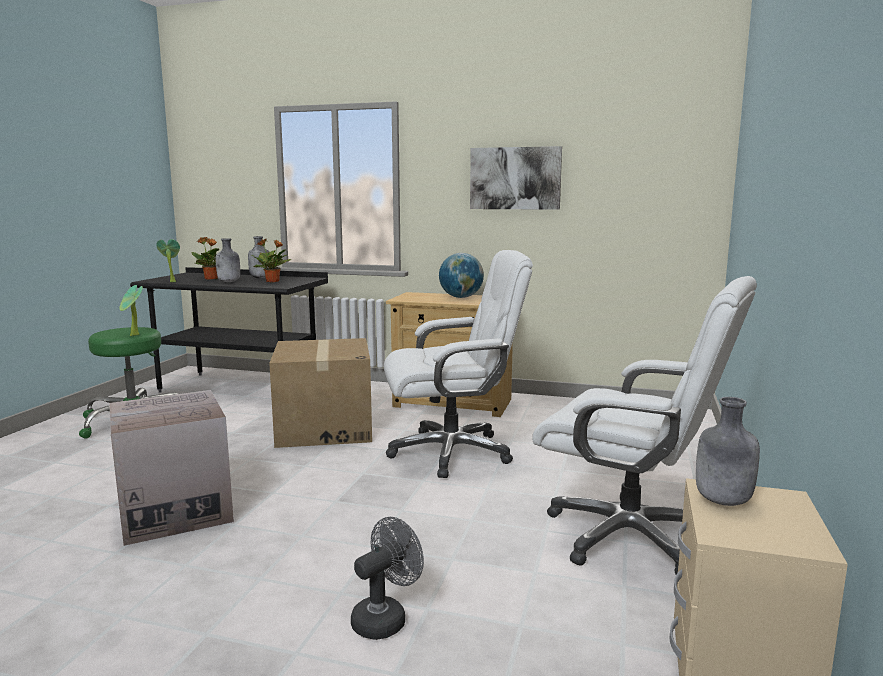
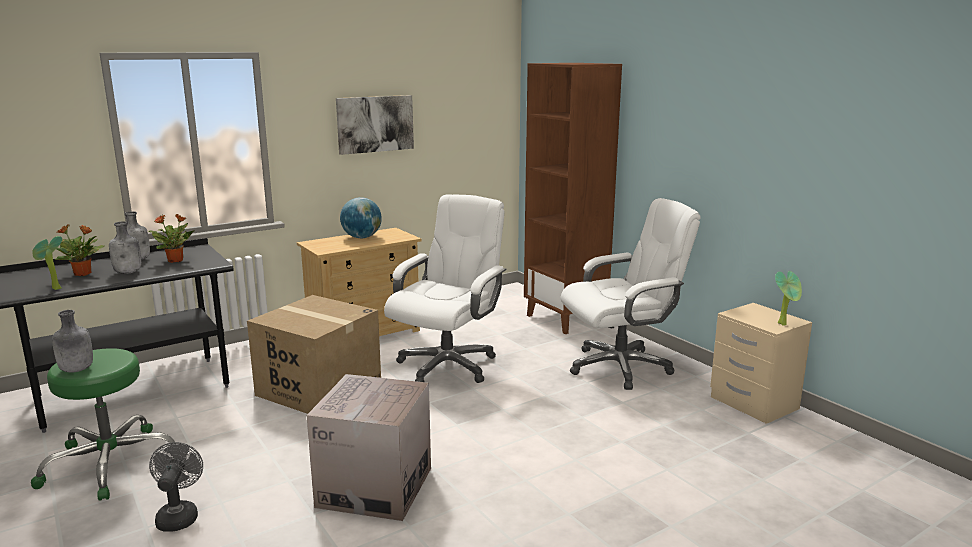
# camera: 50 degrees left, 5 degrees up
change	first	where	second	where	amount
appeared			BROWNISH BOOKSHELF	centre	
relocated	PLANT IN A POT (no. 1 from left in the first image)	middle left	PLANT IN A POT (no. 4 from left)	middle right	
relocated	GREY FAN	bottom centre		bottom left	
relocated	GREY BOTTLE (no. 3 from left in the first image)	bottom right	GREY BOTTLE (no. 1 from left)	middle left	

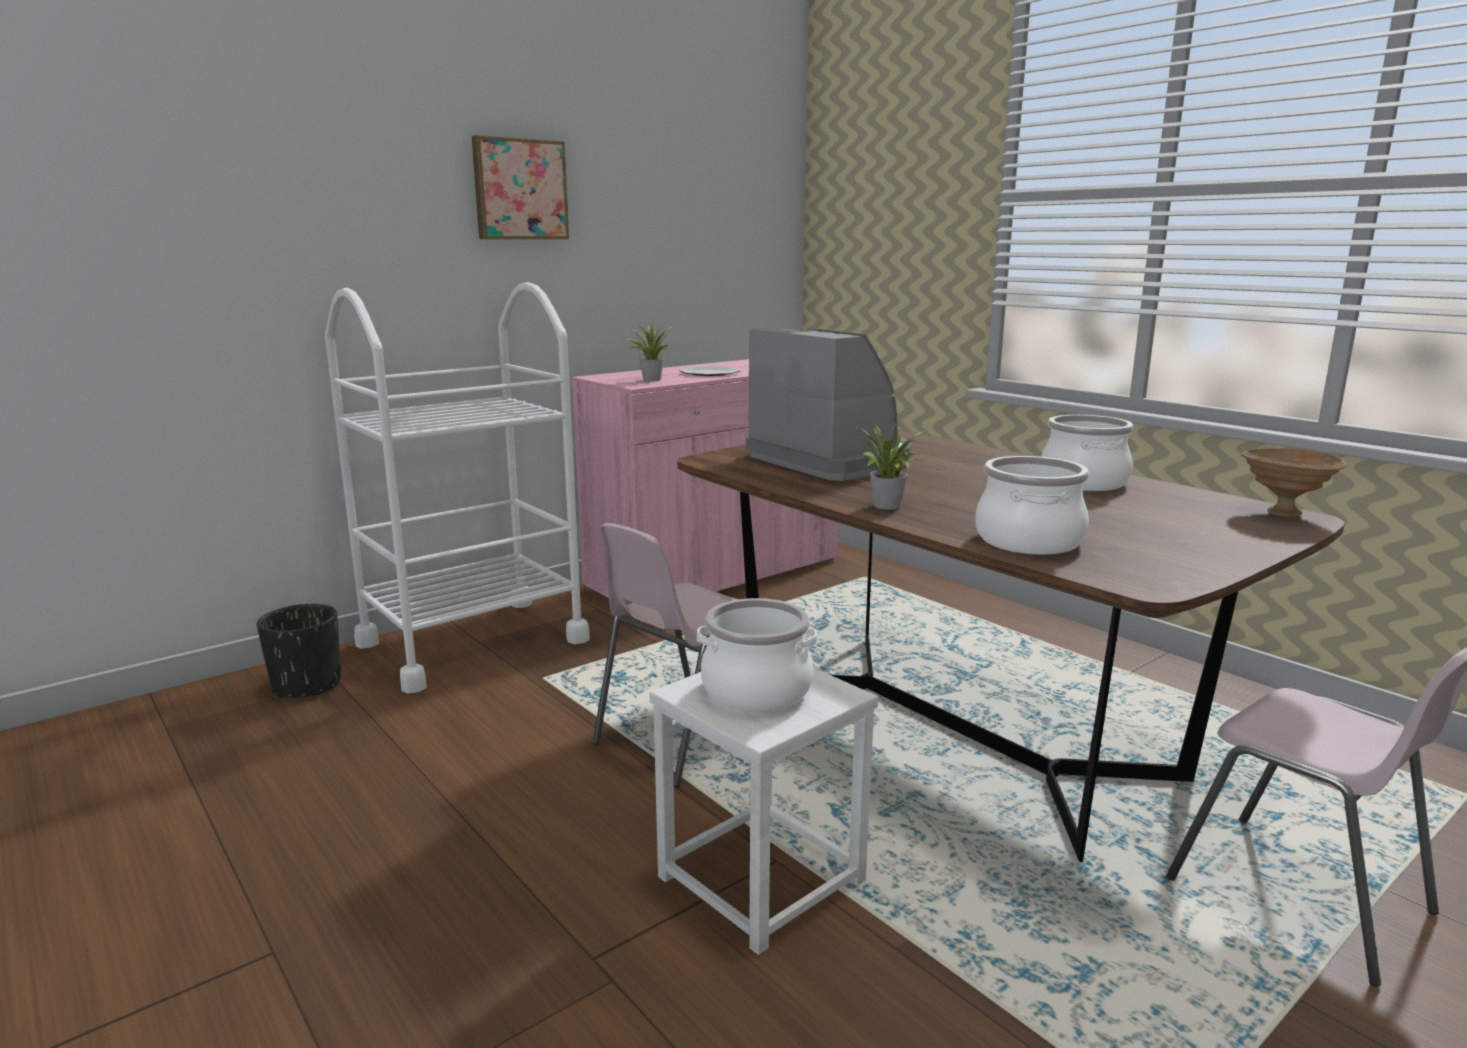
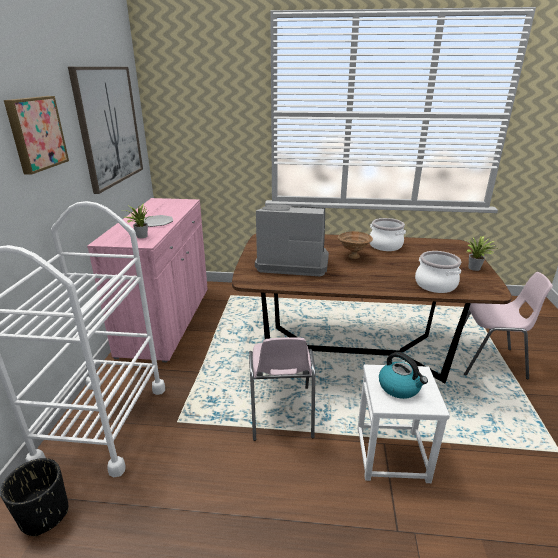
# camera: 45 degrees left, 10 degrees up
change	first	where	second	where	amount
appeared			WALL ART (no. 2 from left)	top left	
relocated	PLANT IN A POT (no. 2 from left)	centre		middle right	
relocated	BROWNISH DEEP DISH	middle right		centre	
exchanged	STOCKPOT (no. 1 from left)	centre	WATER KETTLE	bottom right	

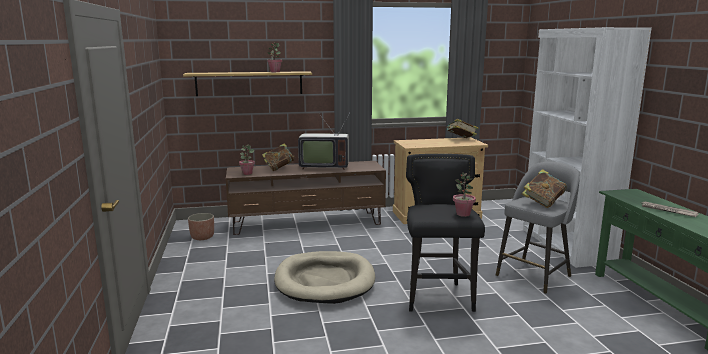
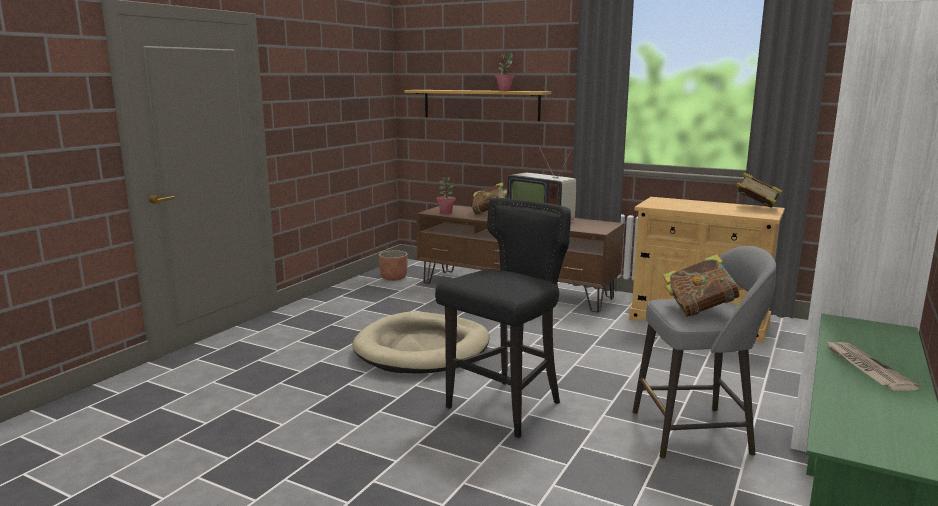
# camera: 40 degrees right, 0 degrees up
change	first	where	second	where	amount
missing	PLANT IN A POT (no. 3 from left)	centre			

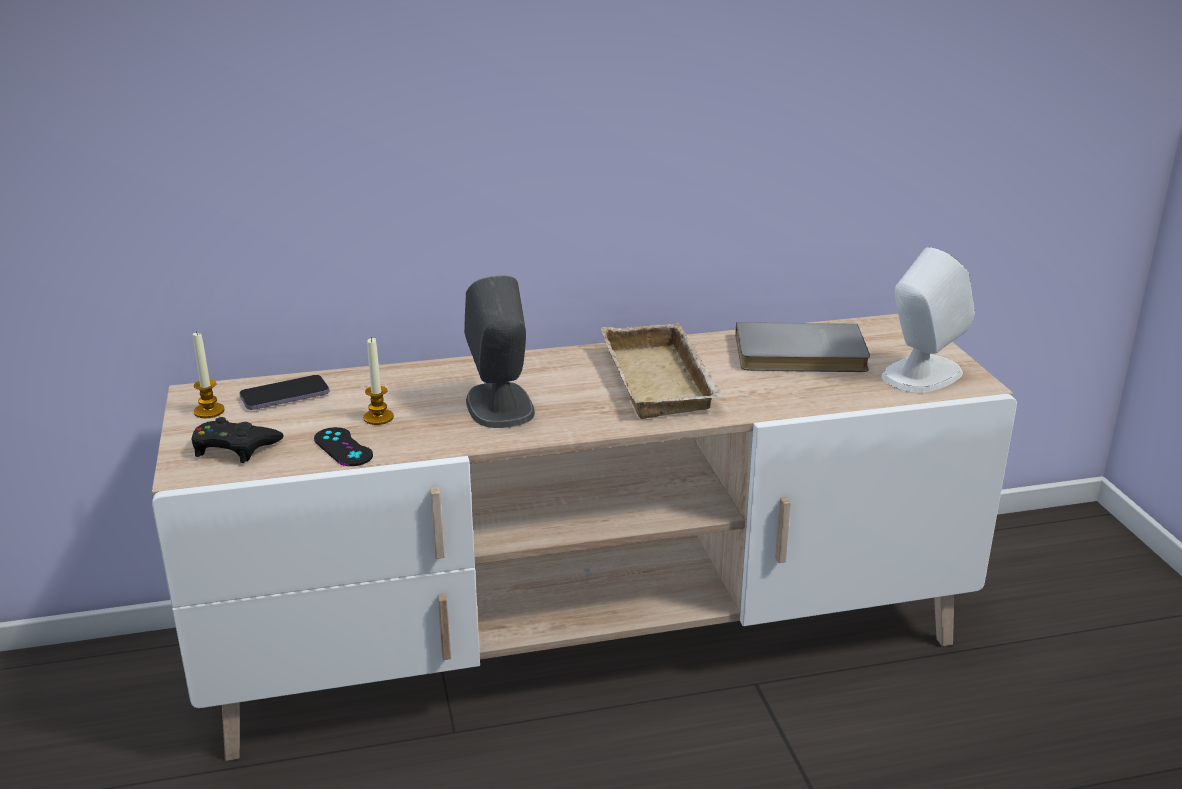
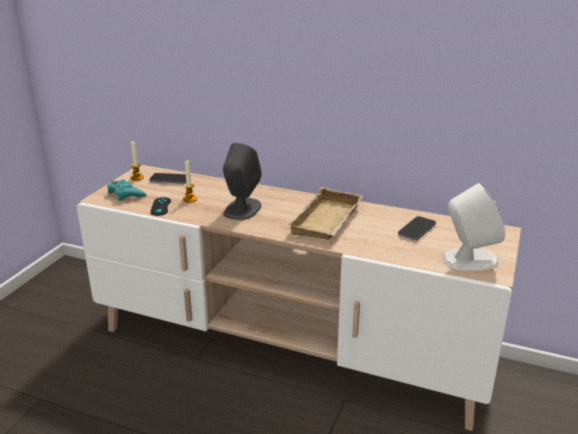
# camera: 35 degrees right, 0 degrees up
change	first	where	second	where	amount
exchanged	GREY VOLUME	middle right	HANDSET (no. 2 from left)	middle right	
colour	BLACKISH GAMEPAD (no. 1 from left)	middle left	TURQUOISE-COLOURED GAMEPAD	middle left	

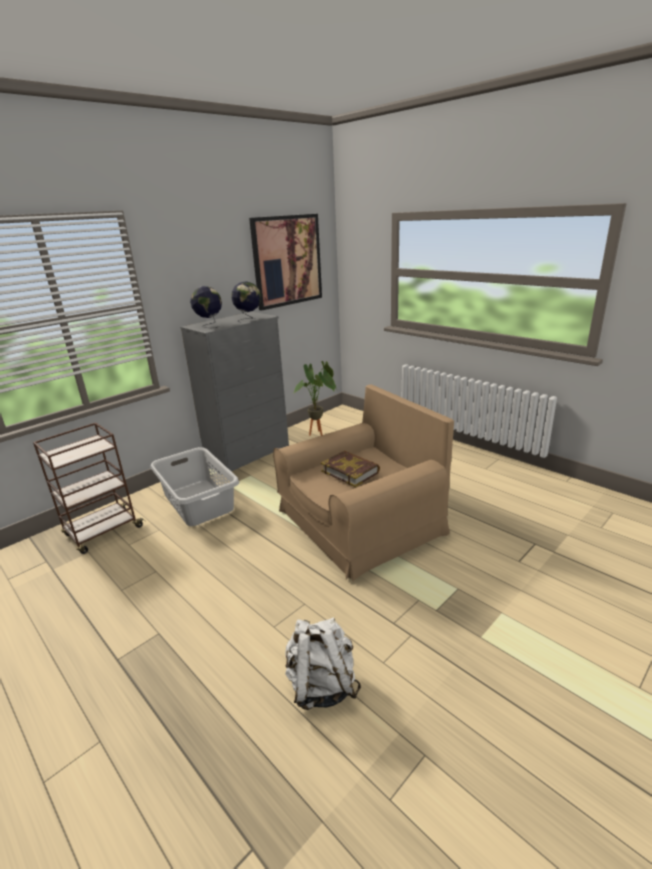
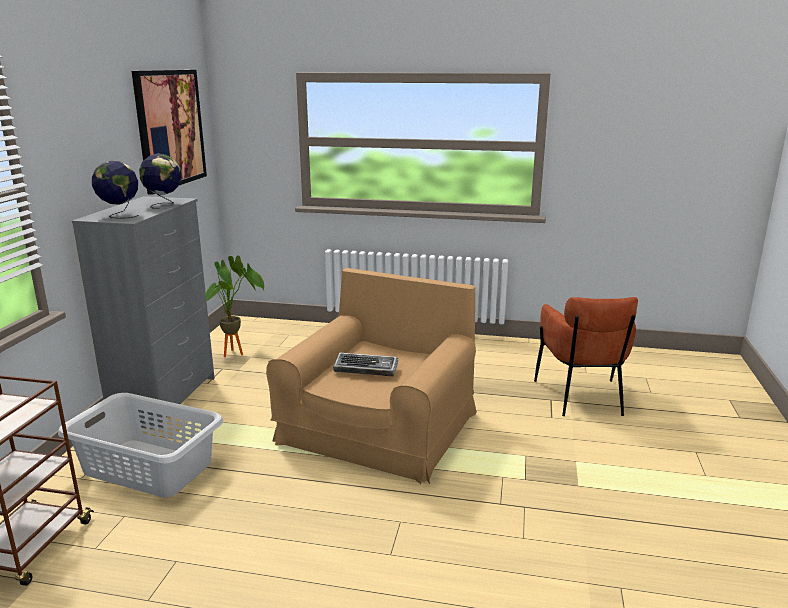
# camera: 35 degrees left, 5 degrees down
change	first	where	second	where	amount
missing	WHITE-COLOURED BACKPACK	bottom centre			
appeared			BROWNISH ARMCHAIR (no. 2 from left)	middle right	
exchanged	VOLUME	centre	KEYBOARD	centre	

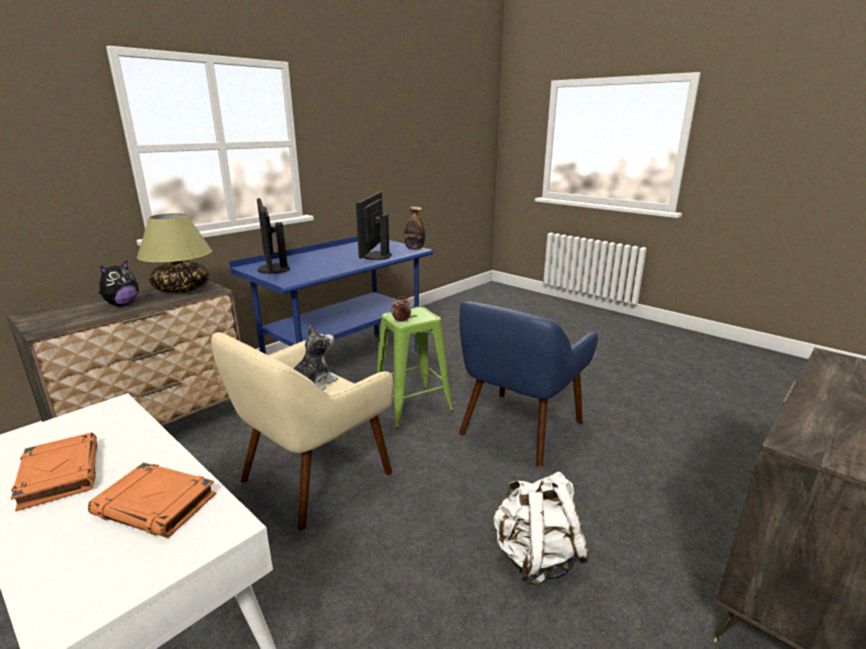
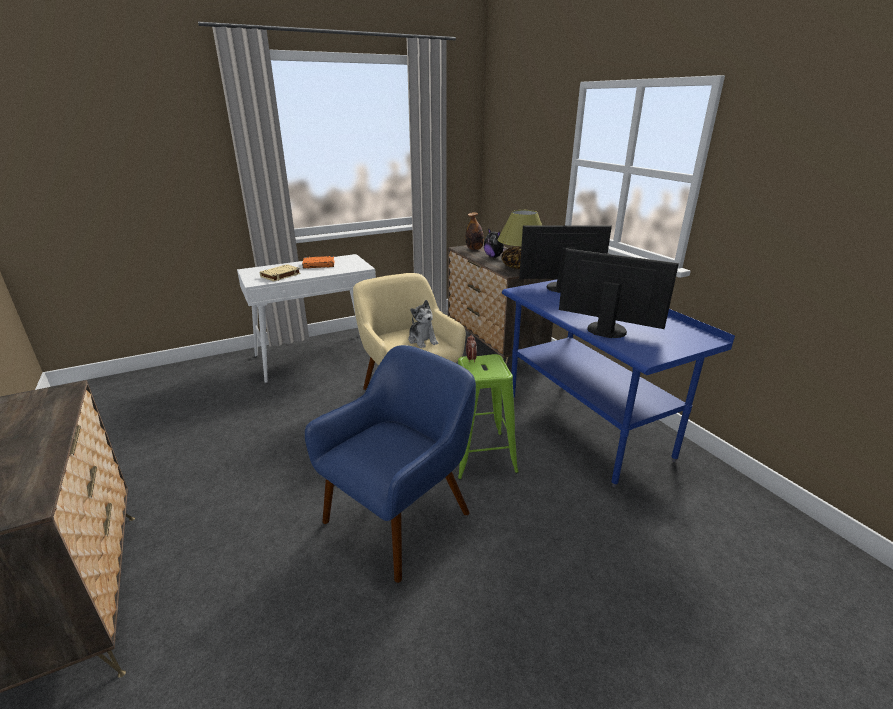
# camera: 110 degrees right, 5 degrees up
change	first	where	second	where	amount
missing	WHITE-COLOURED BACKPACK	bottom centre			
relocated	BOTTLE	centre		top centre	
colour	ORANGEY VOLUME (no. 2 from left)	bottom left	BEIGE-COLOURED VOLUME	middle left	
spun	BLUISH ARMCHAIR	centre		centre	75 degrees clockwise

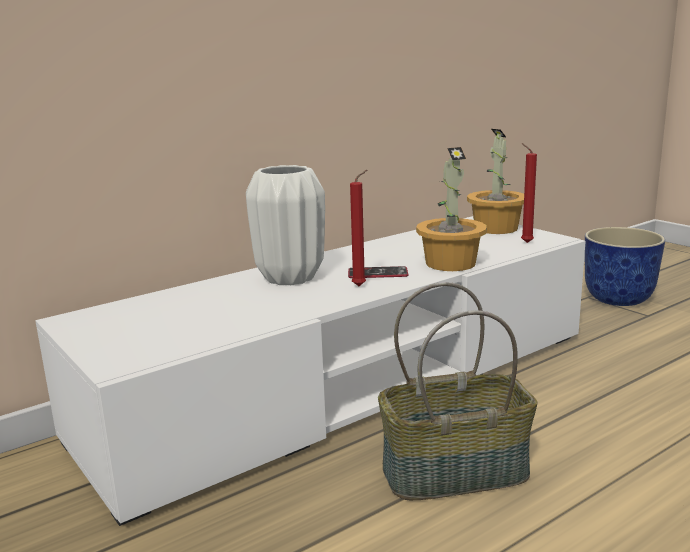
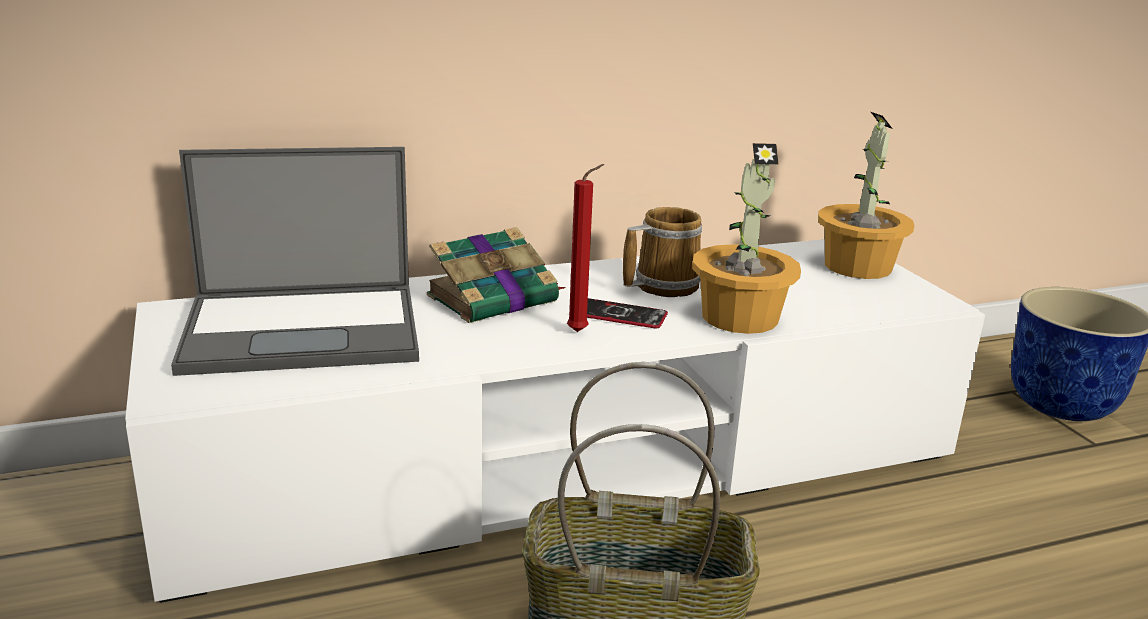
# camera: 15 degrees right, 5 degrees up
change	first	where	second	where	amount
missing	RED-COLOURED CANDLE (no. 2 from left)	middle right			
appeared			PORTABLE COMPUTER	middle left	
appeared			TEA MUG	centre	
exchanged	WHITE-COLOURED VASE	centre	VOLUME	centre	

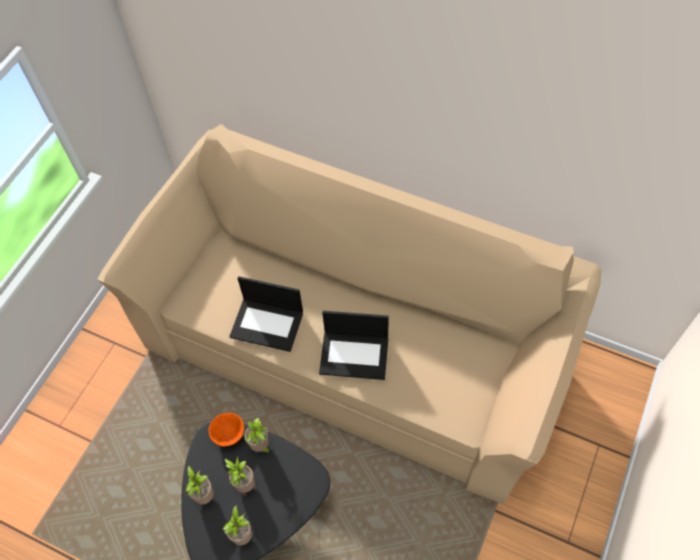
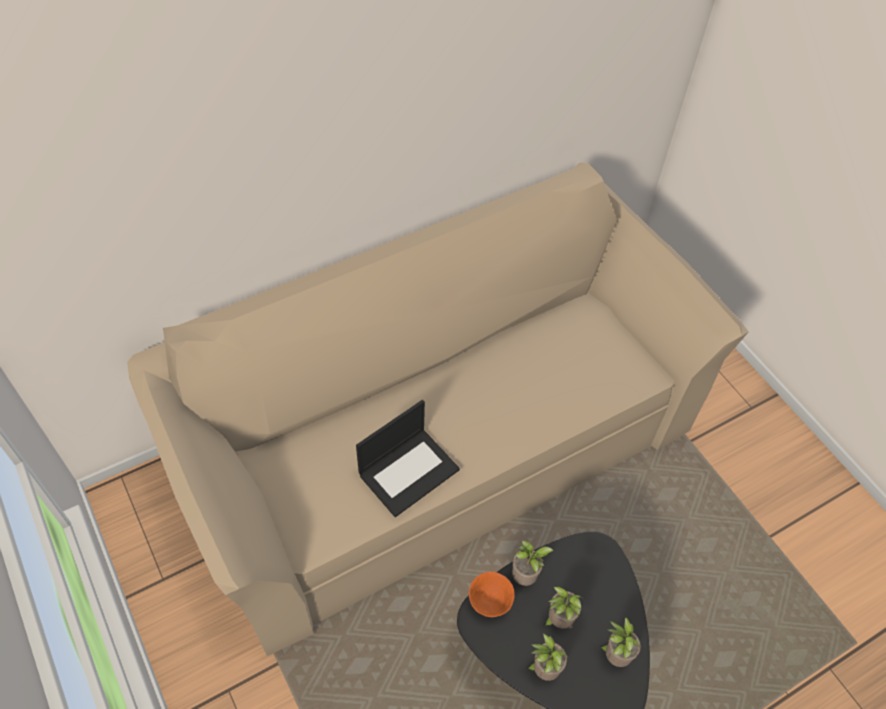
# camera: 60 degrees left, 5 degrees down
change	first	where	second	where	amount
missing	PORTABLE COMPUTER (no. 2 from left)	centre			

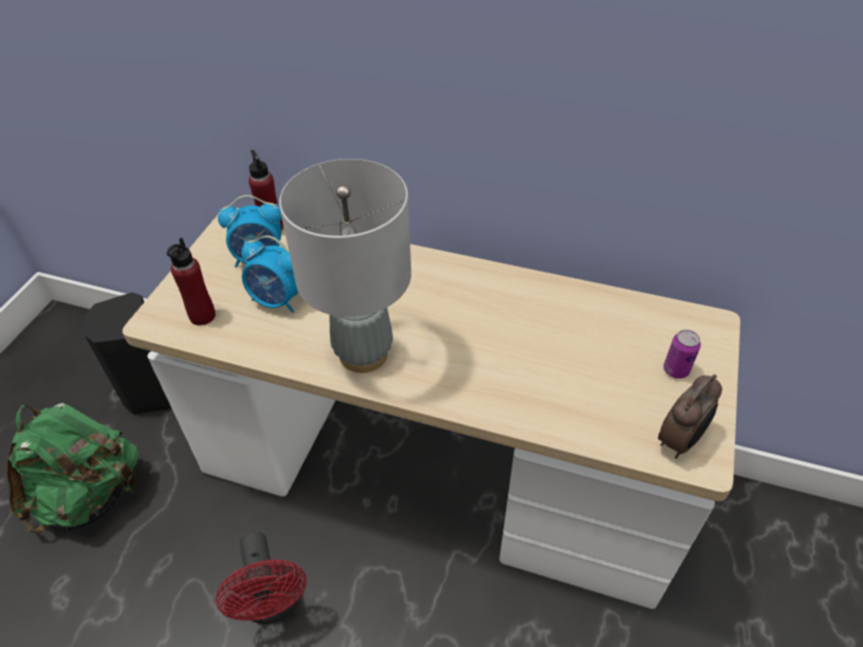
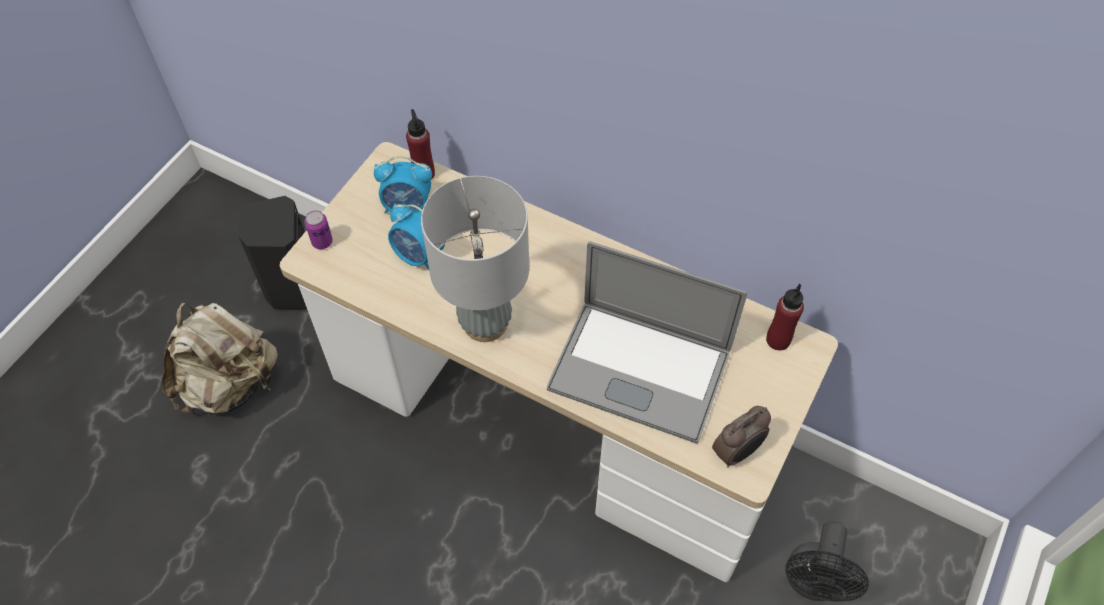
# camera: 10 degrees right, 10 degrees up
change	first	where	second	where	amount
missing	RED-COLOURED FAN	bottom left			
appeared			PORTABLE COMPUTER	centre	
appeared			BLACKISH FAN	bottom right	
relocated	RED-COLOURED BOTTLE (no. 1 from left in the first image)	middle left	RED-COLOURED BOTTLE (no. 2 from left)	middle right	
relocated	CAN	middle right		middle left	
colour	GREEN BACKPACK	bottom left	BEIGE-COLOURED BACKPACK	middle left	

